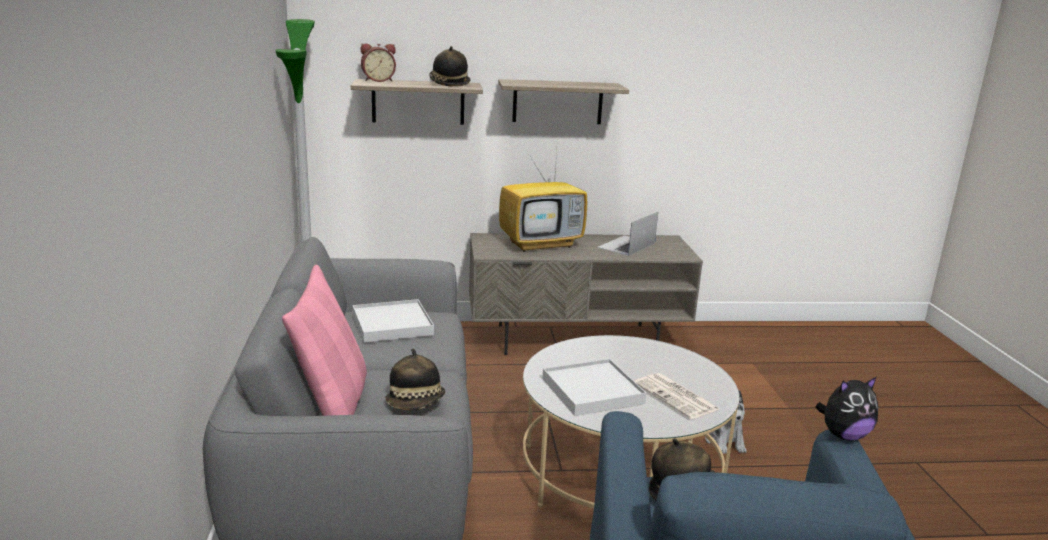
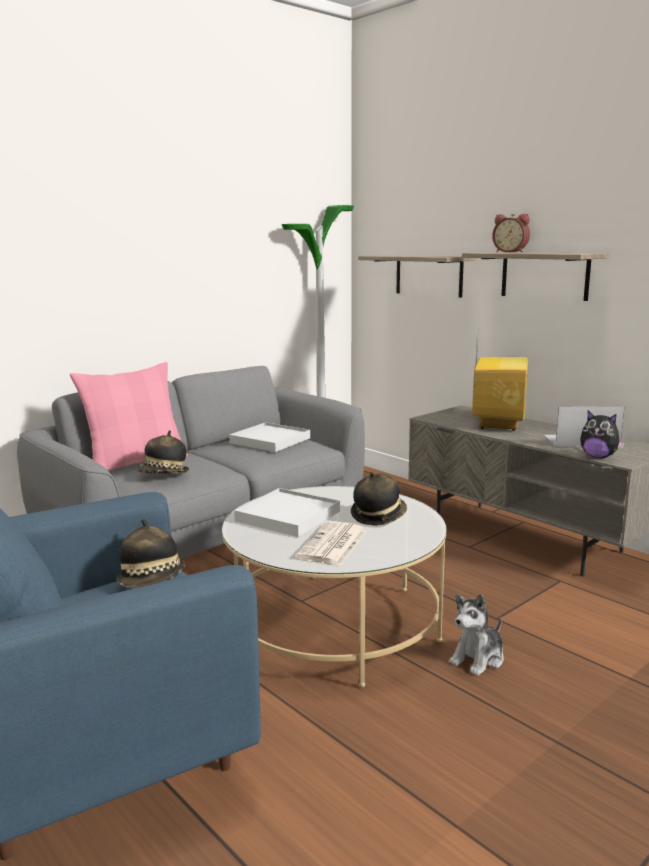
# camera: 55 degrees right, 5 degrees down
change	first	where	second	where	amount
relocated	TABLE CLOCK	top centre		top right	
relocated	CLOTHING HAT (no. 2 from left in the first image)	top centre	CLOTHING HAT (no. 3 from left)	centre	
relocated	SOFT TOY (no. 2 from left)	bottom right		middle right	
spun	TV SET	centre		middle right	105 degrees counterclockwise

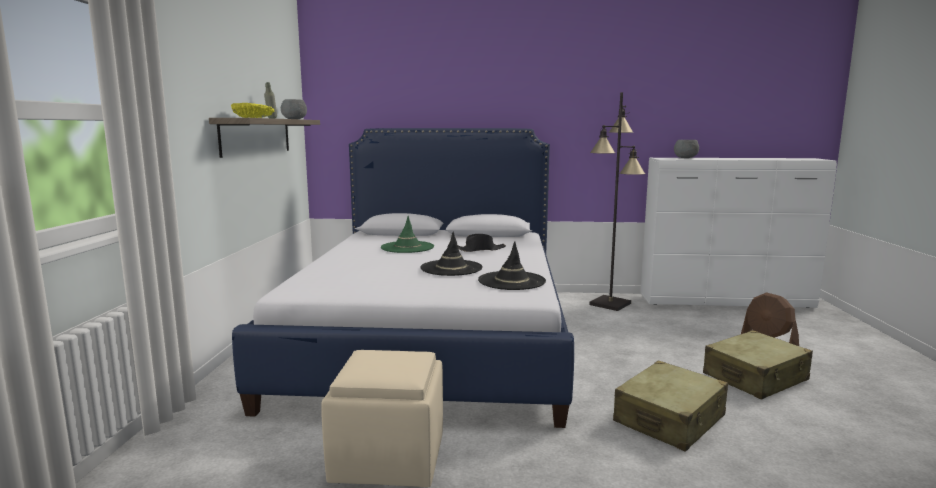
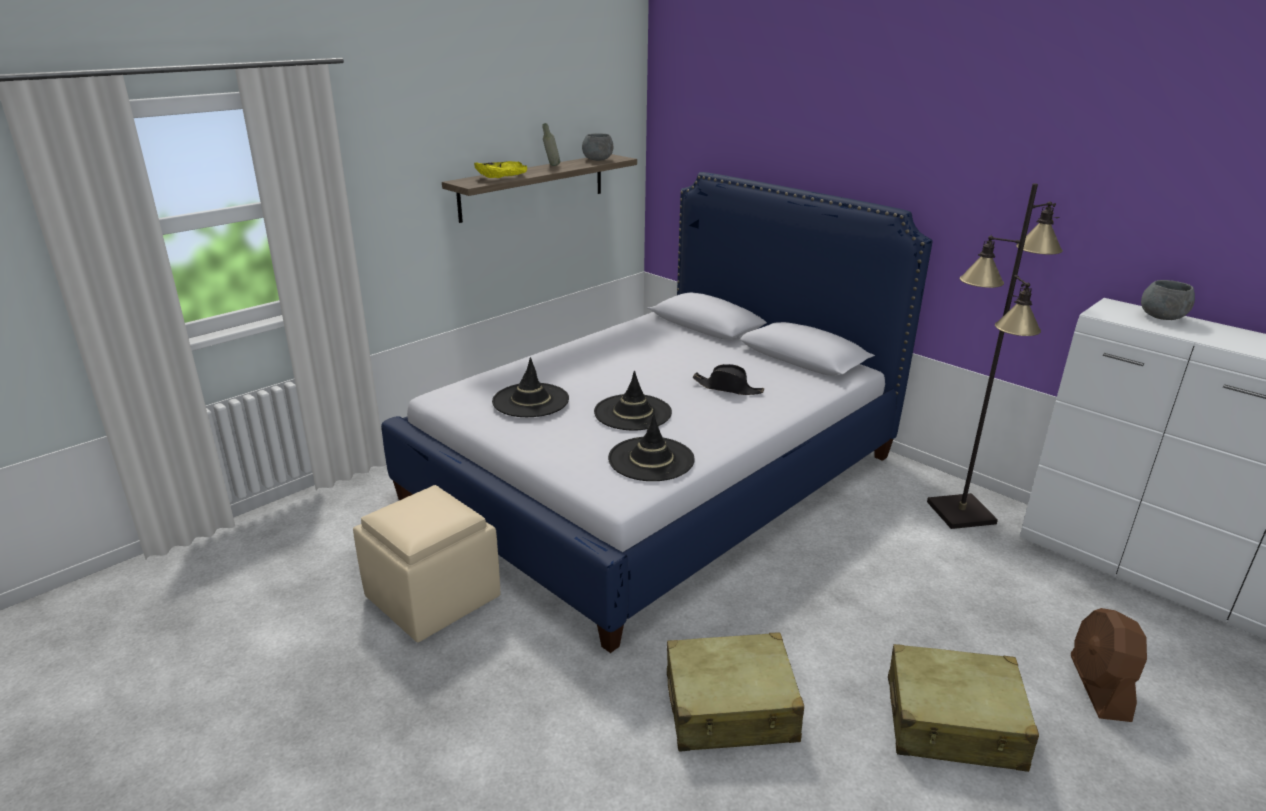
# camera: 40 degrees right, 15 degrees up
change	first	where	second	where	amount
missing	GREEN CLOTHING HAT	centre			
appeared			BLACKISH CLOTHING HAT (no. 1 from left)	centre	

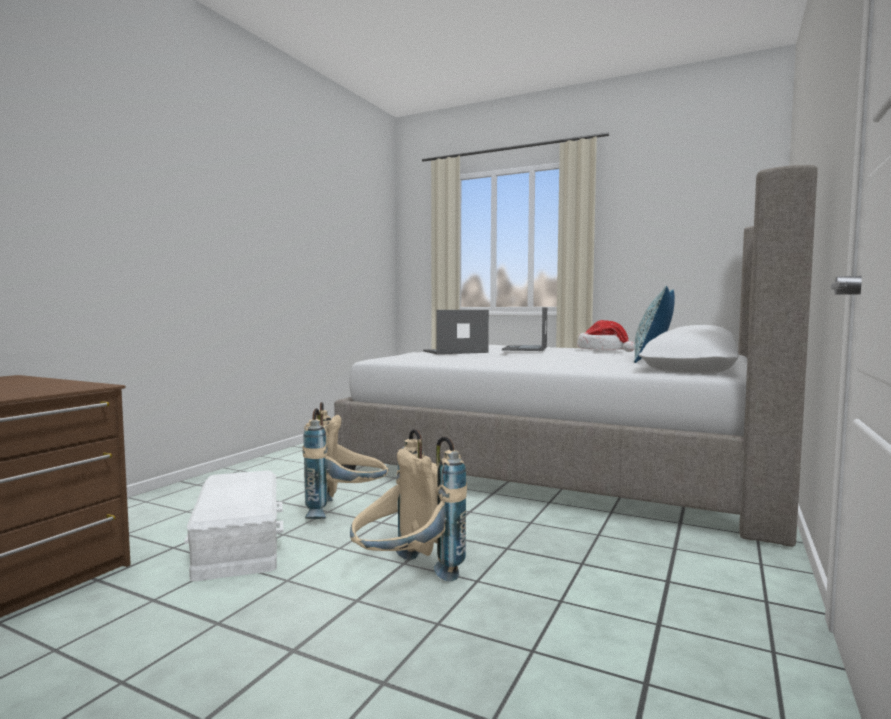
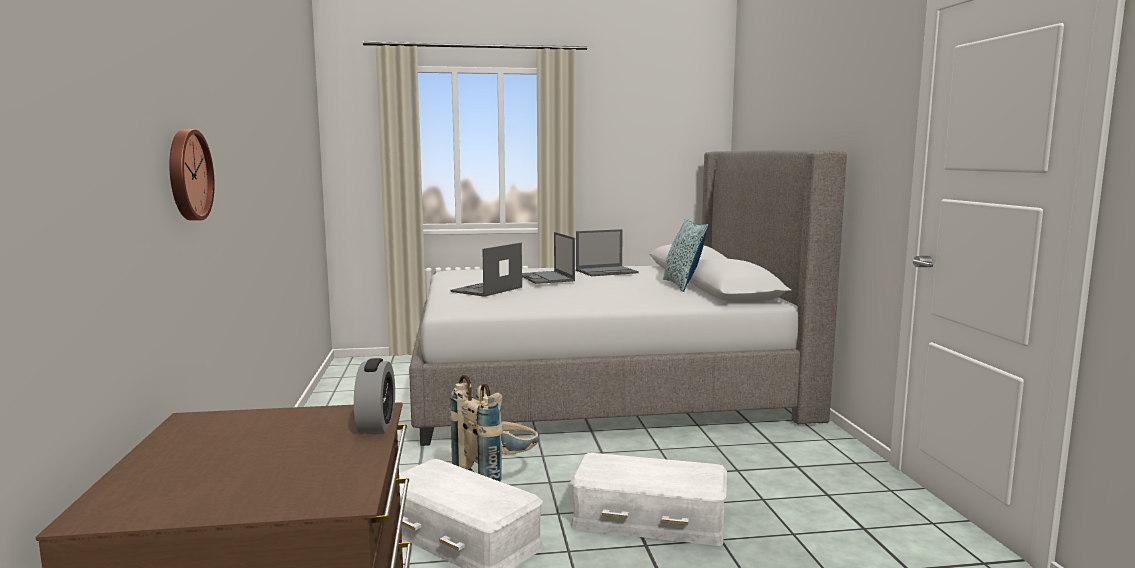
# camera: 35 degrees left, 5 degrees up
change	first	where	second	where	amount
appeared			WALL CLOCK	top left	
appeared			TABLE CLOCK	bottom left	
exchanged	BEIGE-COLOURED BACKPACK (no. 2 from left)	bottom centre	WHITE-COLOURED STORAGE BIN (no. 2 from left)	bottom centre	
exchanged	CLOTHING HAT	middle right	PORTABLE COMPUTER (no. 3 from left)	centre	

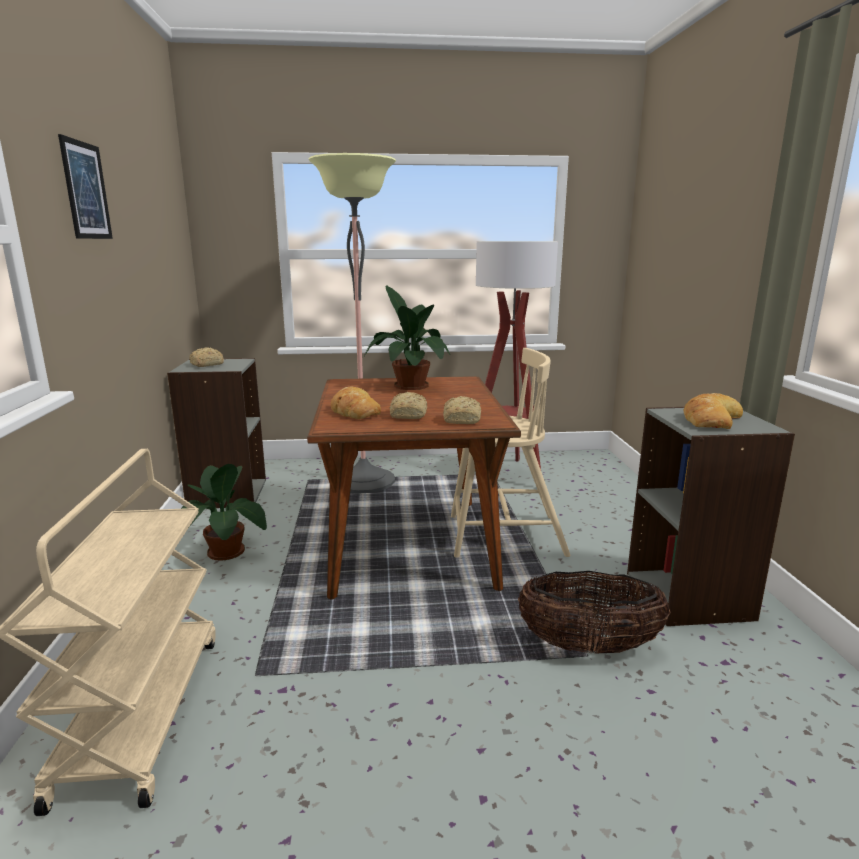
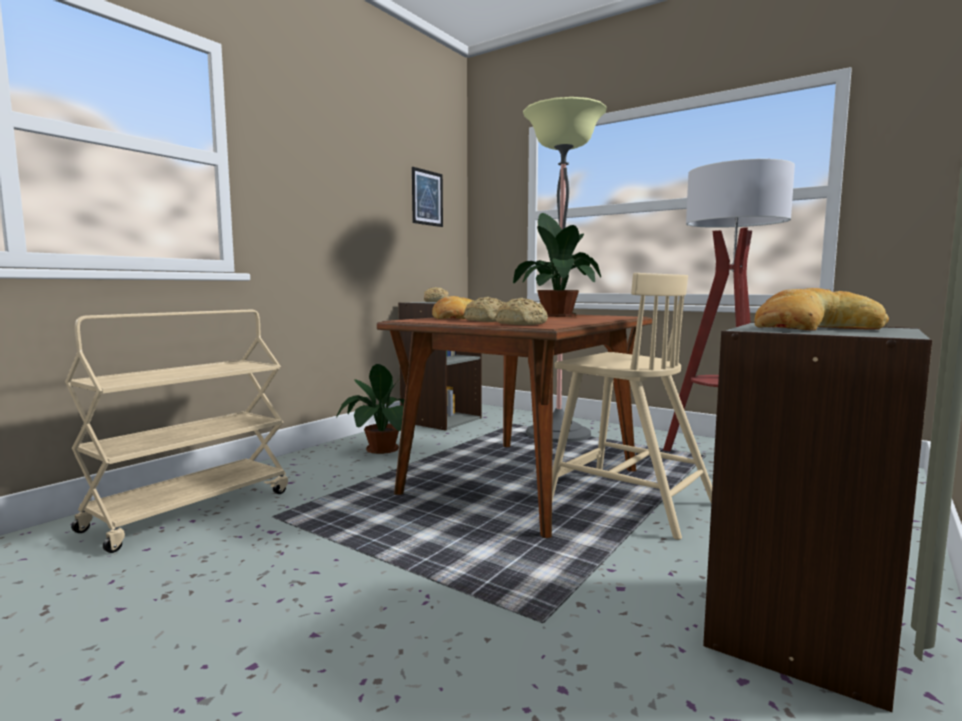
# camera: 40 degrees right, 10 degrees down
change	first	where	second	where	amount
missing	BASKET	bottom right			
relocated	WALL ART	top left		top centre	

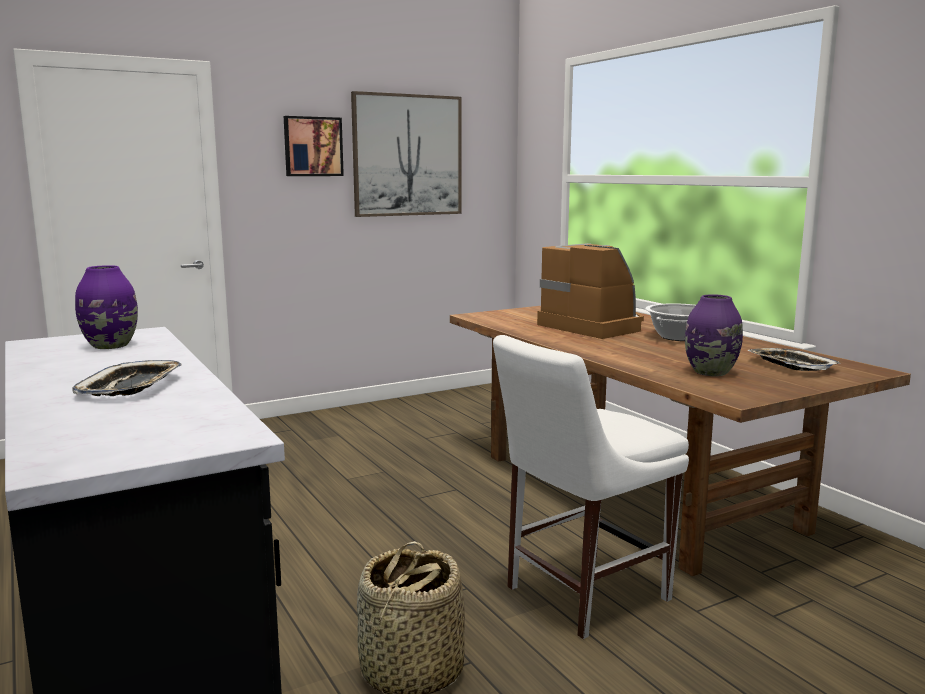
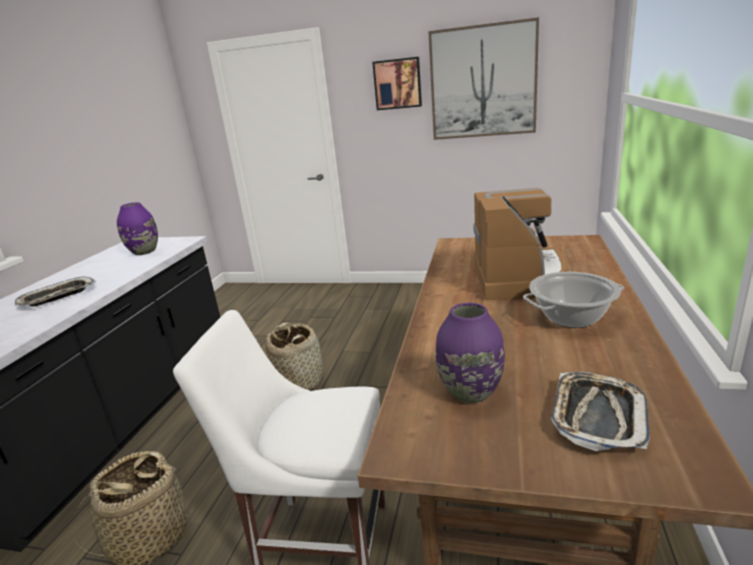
# camera: 45 degrees right, 10 degrees up
change	first	where	second	where	amount
appeared			BASKET (no. 2 from left)	centre	

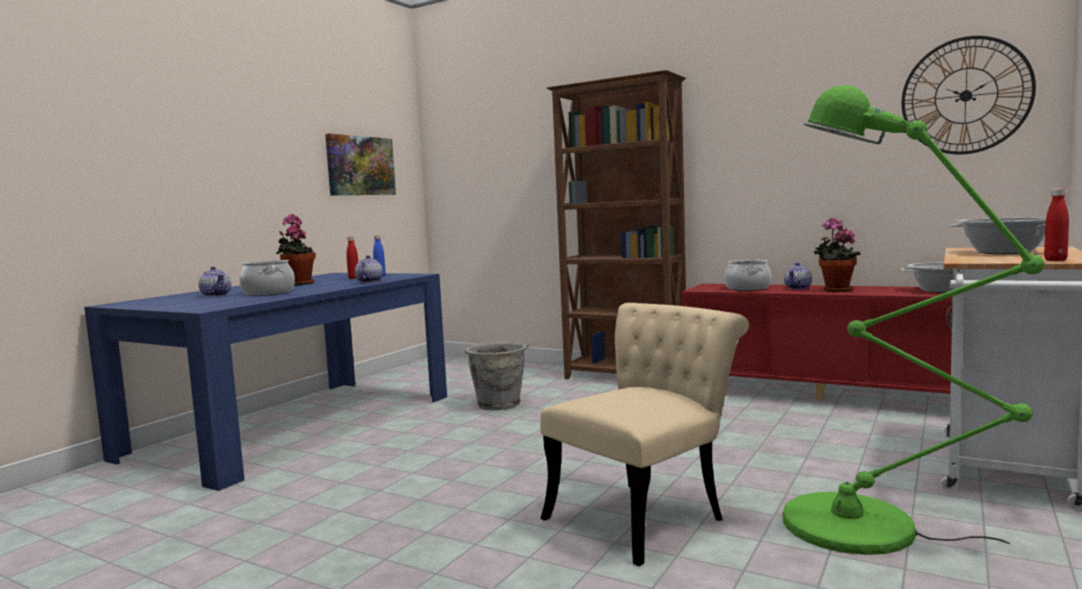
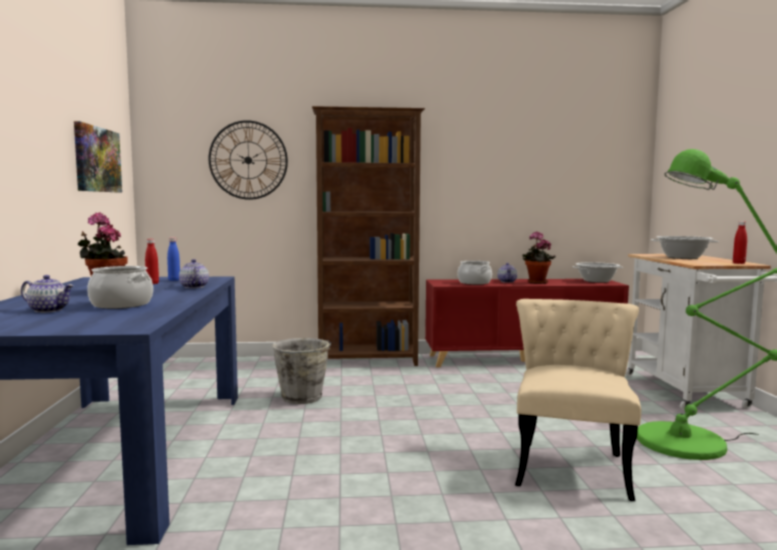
# camera: 35 degrees left, 0 degrees up
change	first	where	second	where	amount
relocated	WALL CLOCK	top right		top left	

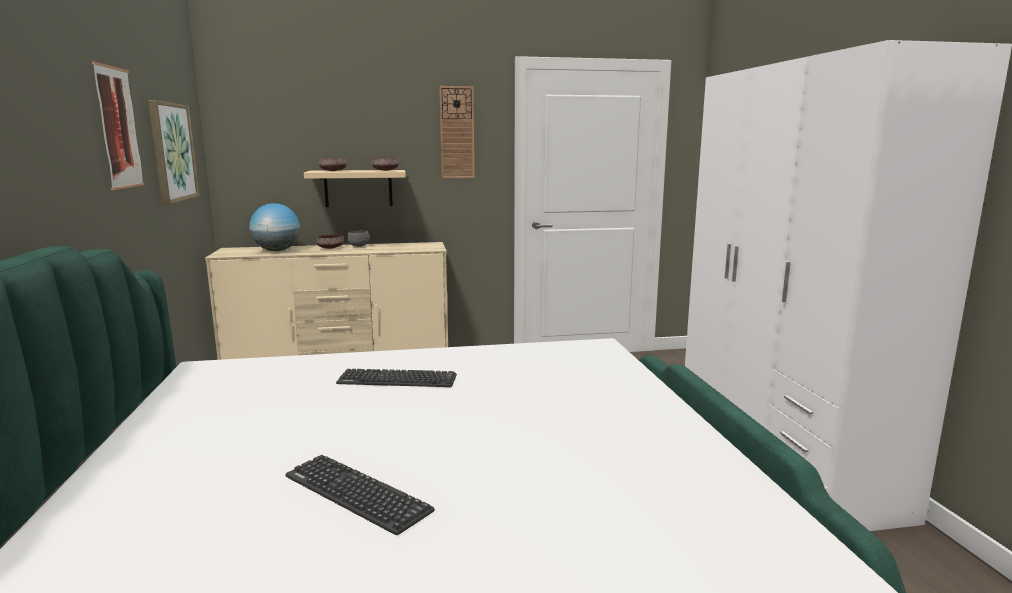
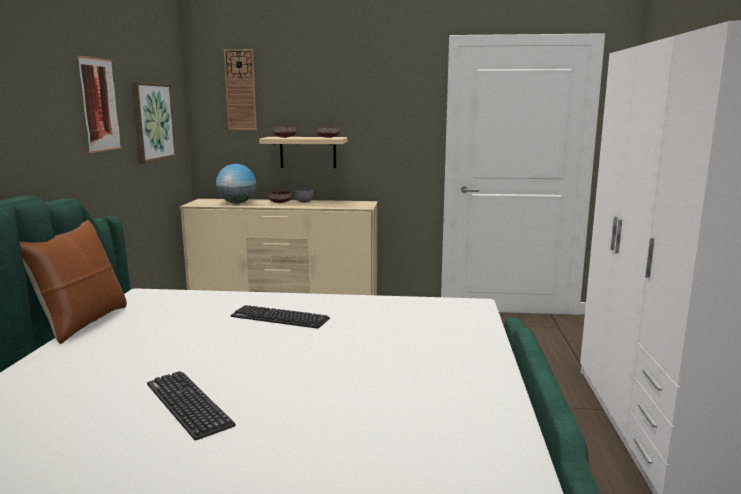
# camera: 15 degrees right, 0 degrees up
change	first	where	second	where	amount
appeared			BROWNISH CUSHION	middle left	
relocated	WALL CLOCK	top centre		top left	

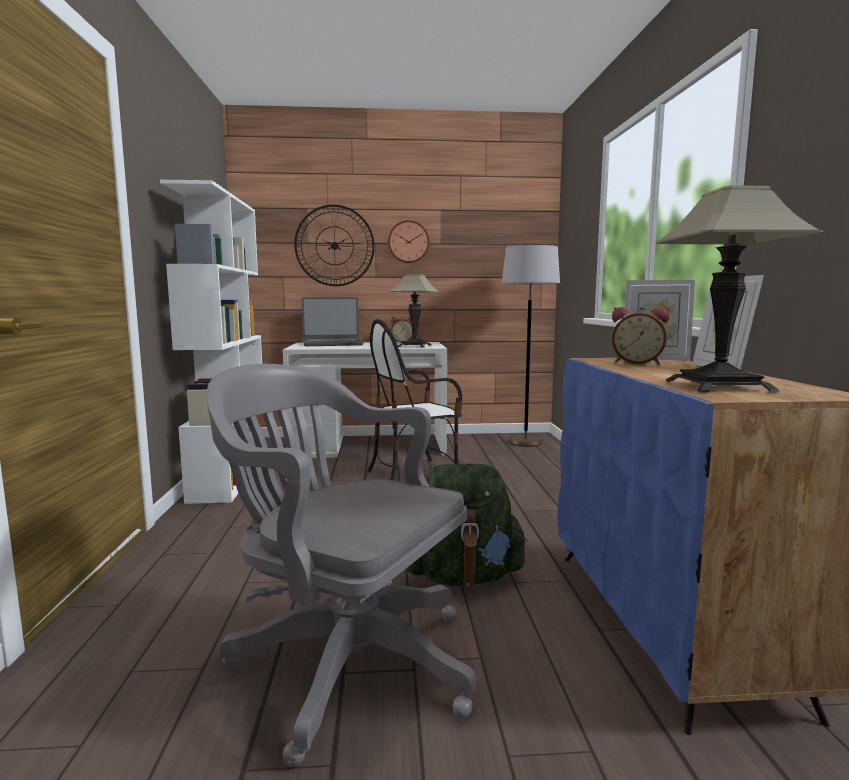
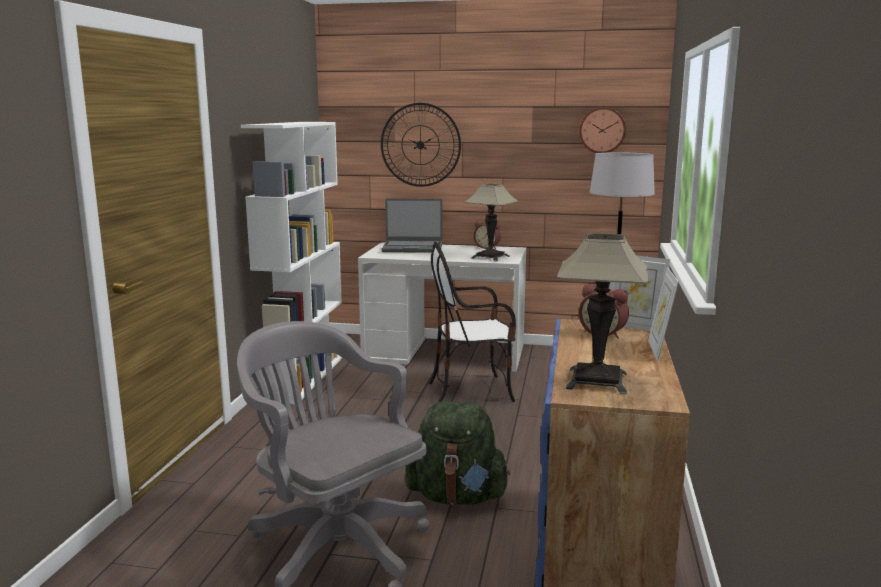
# camera: 15 degrees right, 5 degrees up
change	first	where	second	where	amount
relocated	WALL CLOCK (no. 2 from left)	top centre		top right	

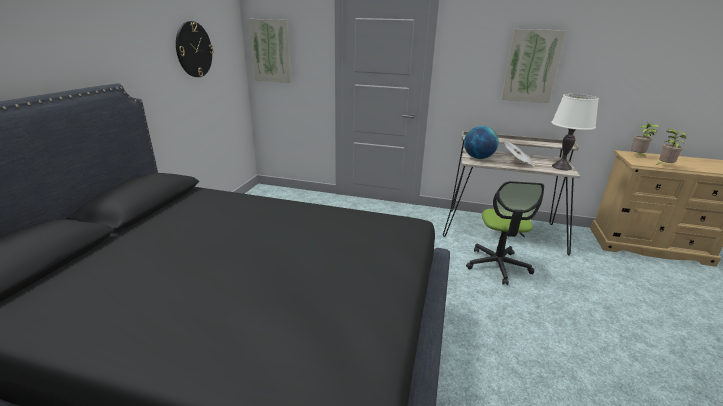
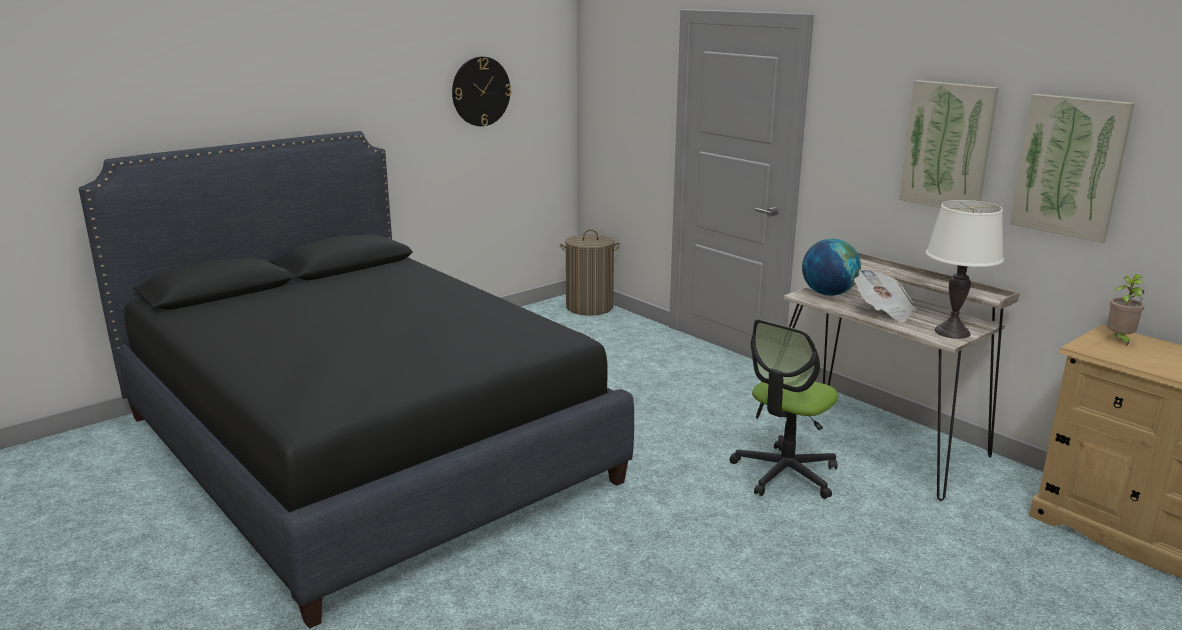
# camera: 35 degrees right, 5 degrees down
change	first	where	second	where	amount
missing	PLANT IN A POT (no. 2 from left)	middle right			
appeared			LAUNDRY BASKET	centre	
relocated	WALL ART (no. 1 from left in the first image)	top centre	WALL ART (no. 2 from left)	top right	

